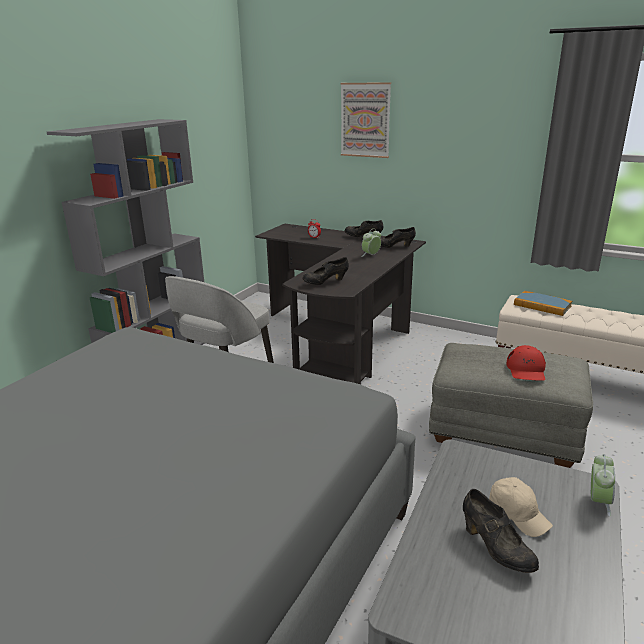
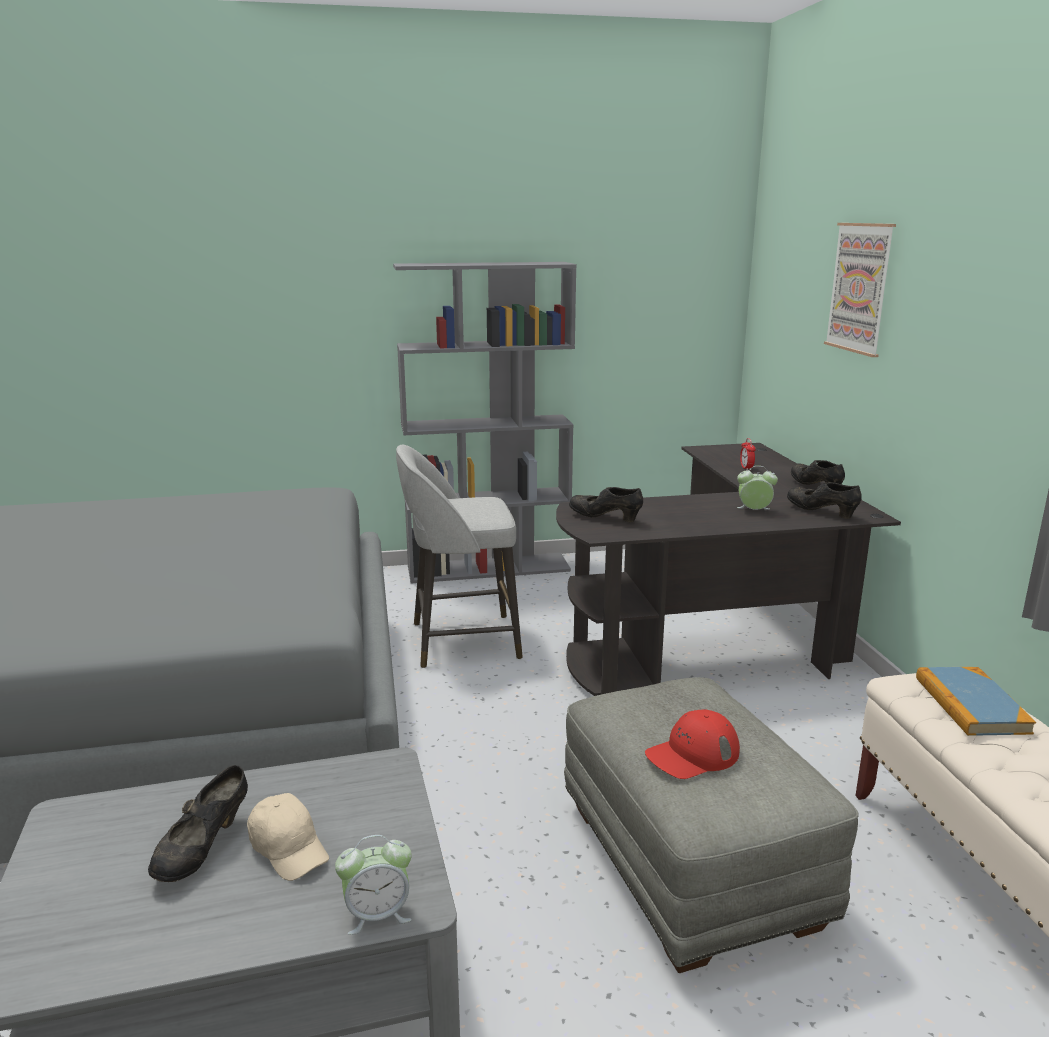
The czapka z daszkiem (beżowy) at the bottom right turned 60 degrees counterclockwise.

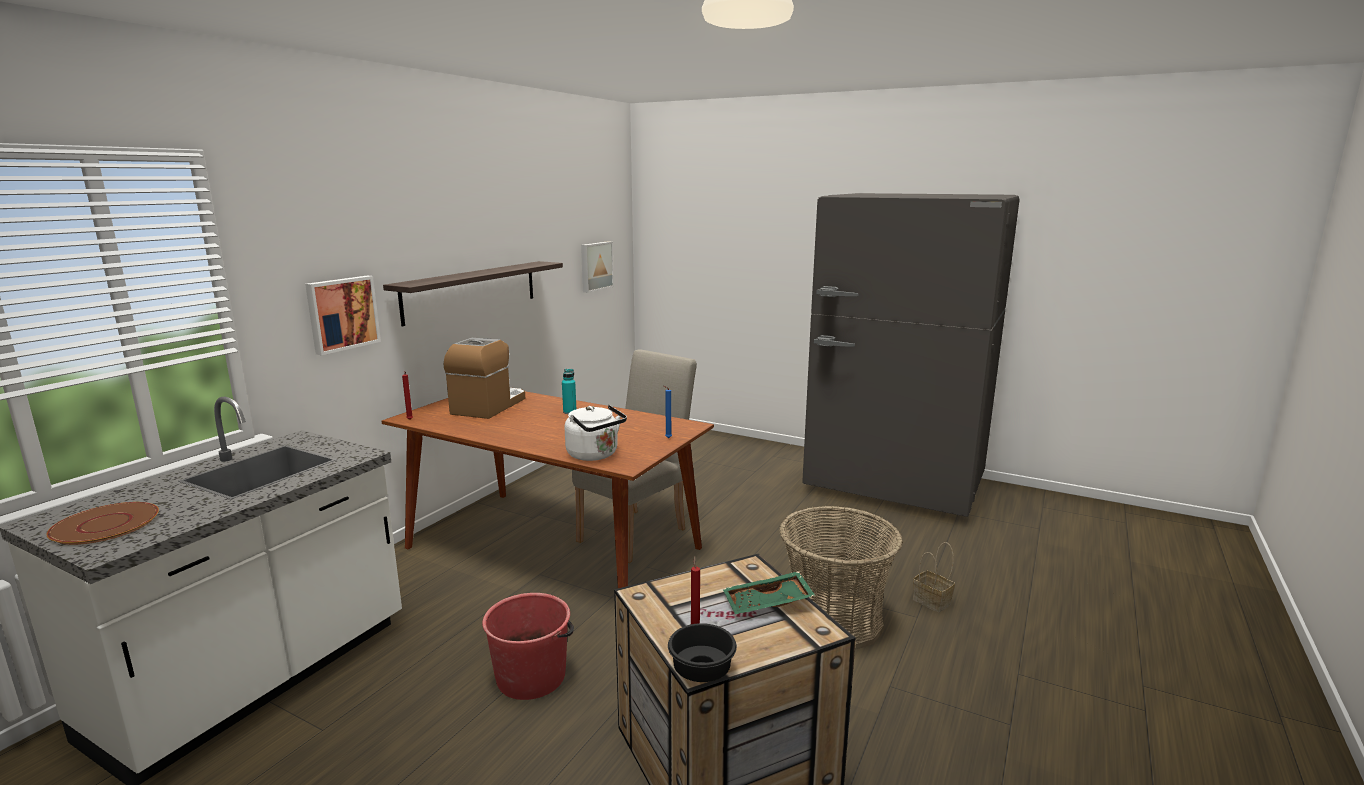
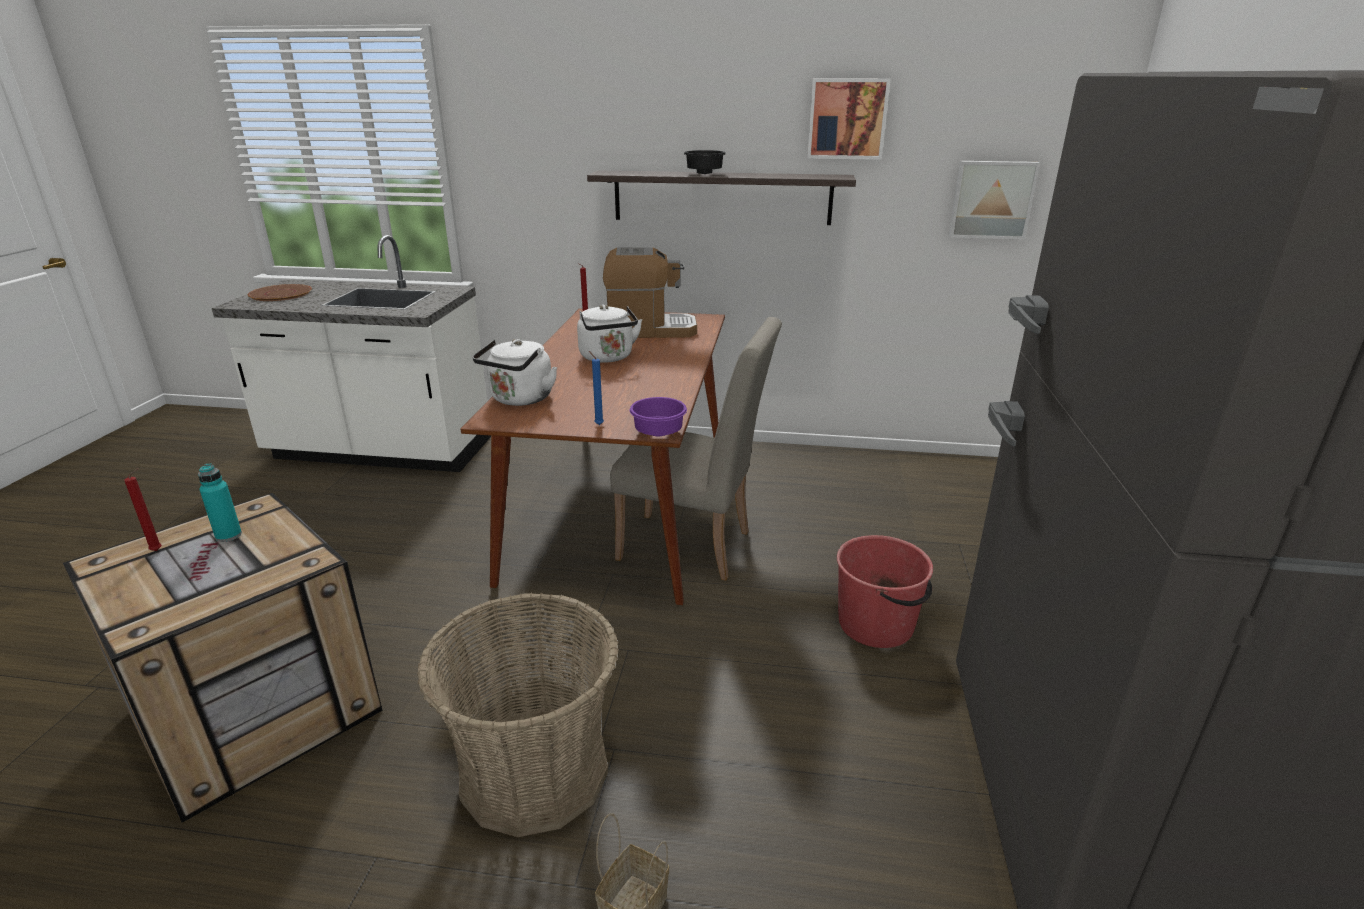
The butelka (turkusowy) moved from the centre to the middle left. The czajnik (biały) (2nd from left) at the centre appeared. The miska (fioletowy) at the centre appeared. The miska (czarny) moved from the bottom centre to the top centre. The obraz (1st from left) moved from the middle left to the top centre. The wiadro (czerwony) moved from the bottom centre to the centre. The taca (zielony) at the bottom centre disappeared.

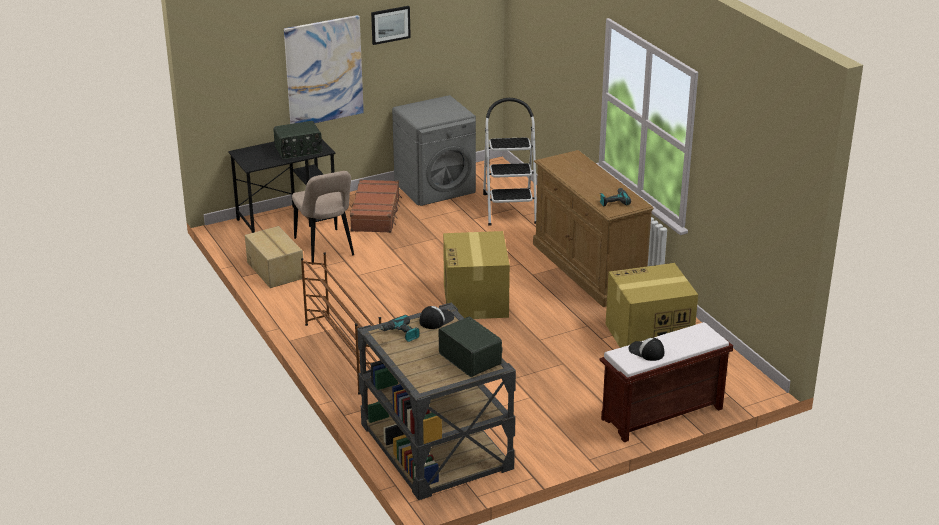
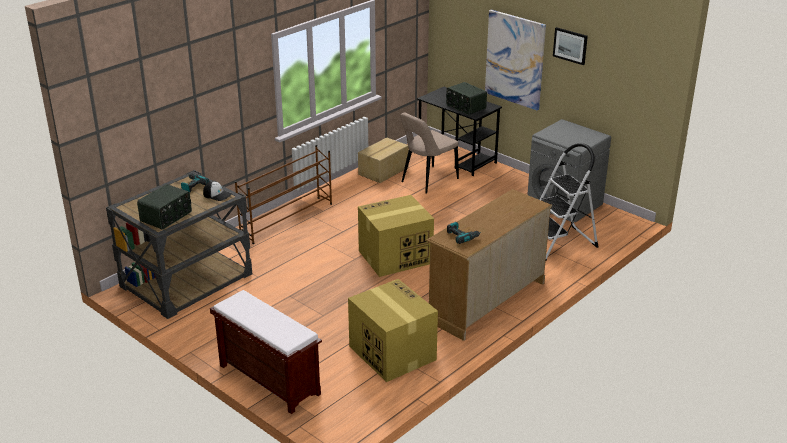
The walizka (brązowy) at the centre disappeared. The czapka z daszkiem (2nd from left) at the middle right disappeared.

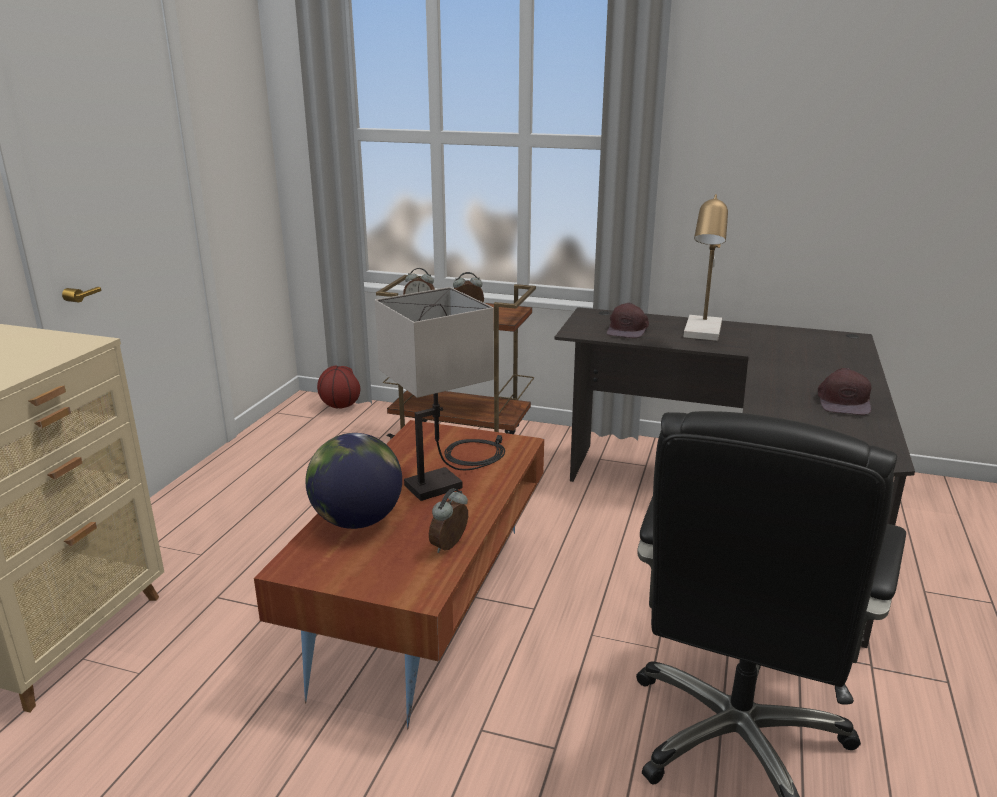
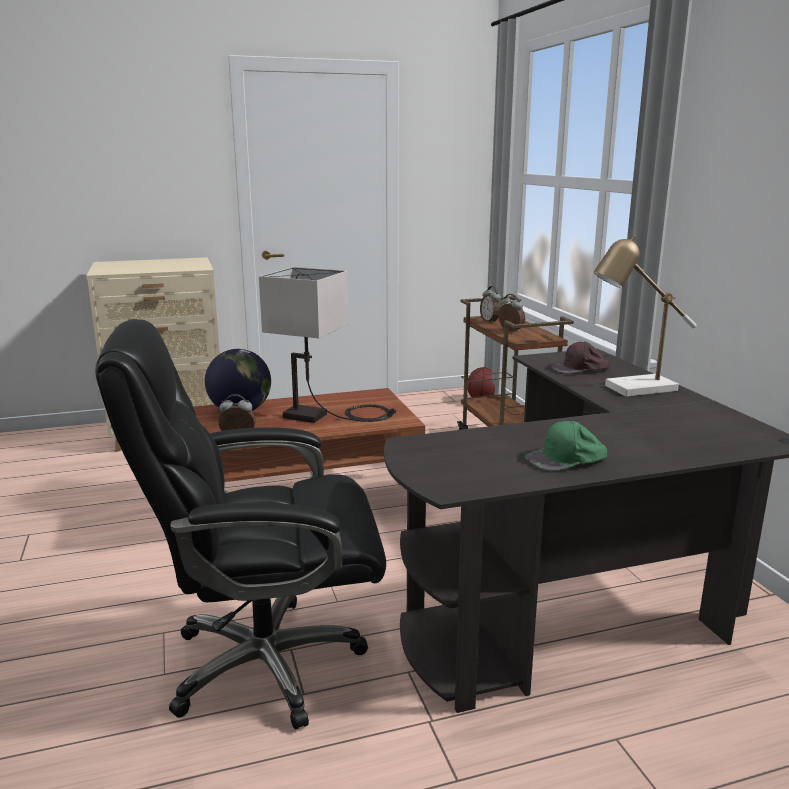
The czapka z daszkiem (brązowy) (2nd from left) at the middle right became the czapka z daszkiem (zielony) at the middle right.

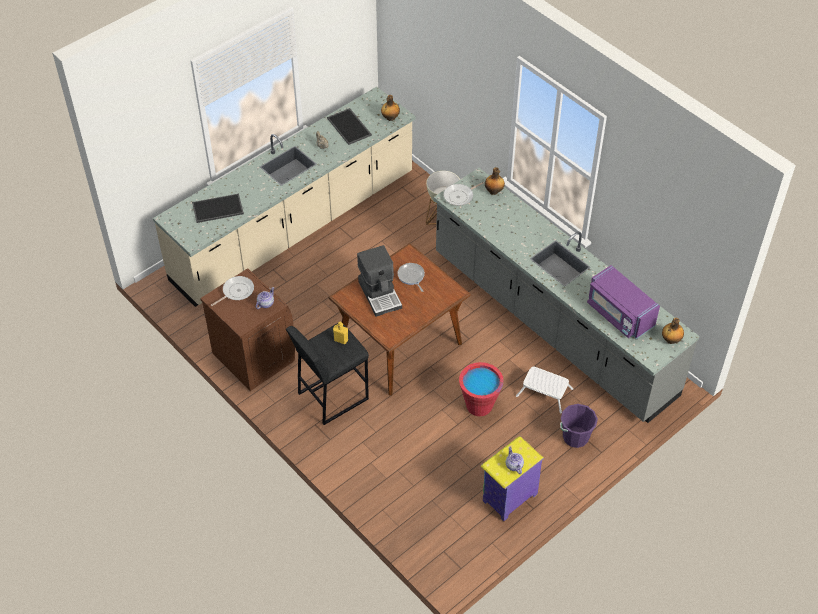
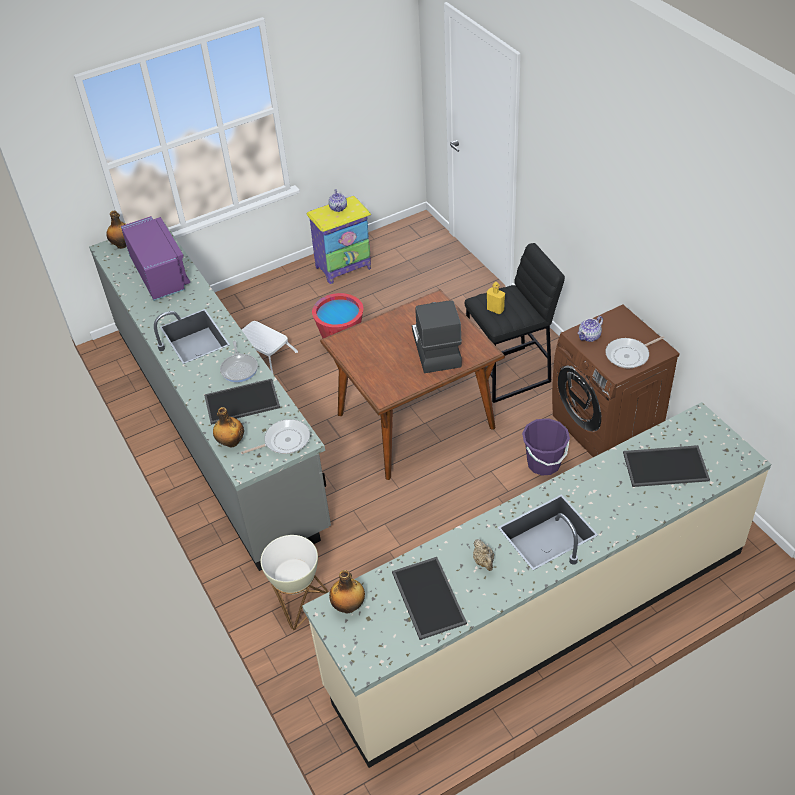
The taca (1st from left) at the middle left appeared. The patelnia (2nd from left in the first image) moved from the centre to the middle left. The wiadro (fioletowy) moved from the bottom right to the middle right.

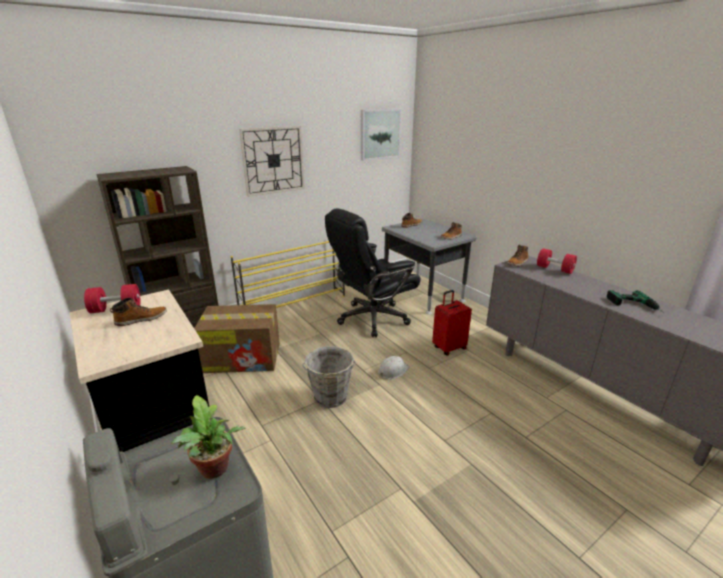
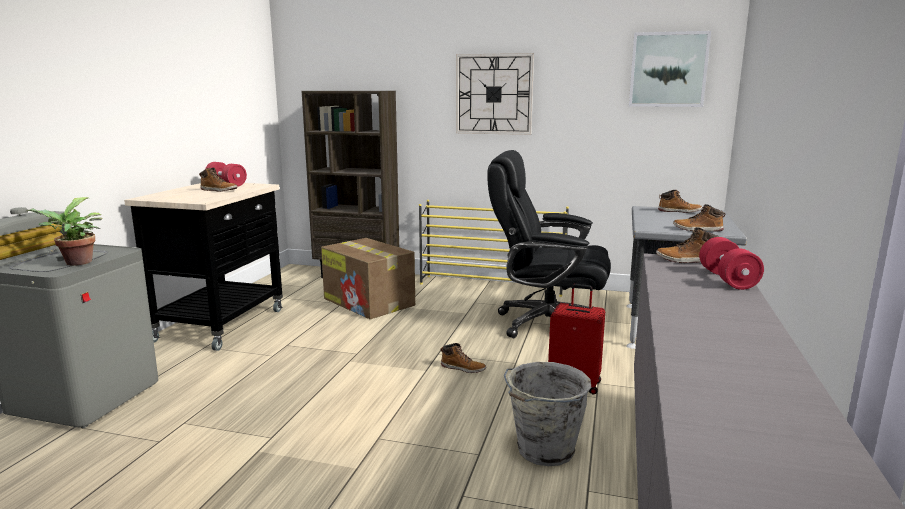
The kask (biały) at the centre was replaced by the but z cholewką (2nd from left) at the bottom centre. The wiadro (szary) moved from the centre to the bottom centre. The wiertarka at the middle right disappeared.

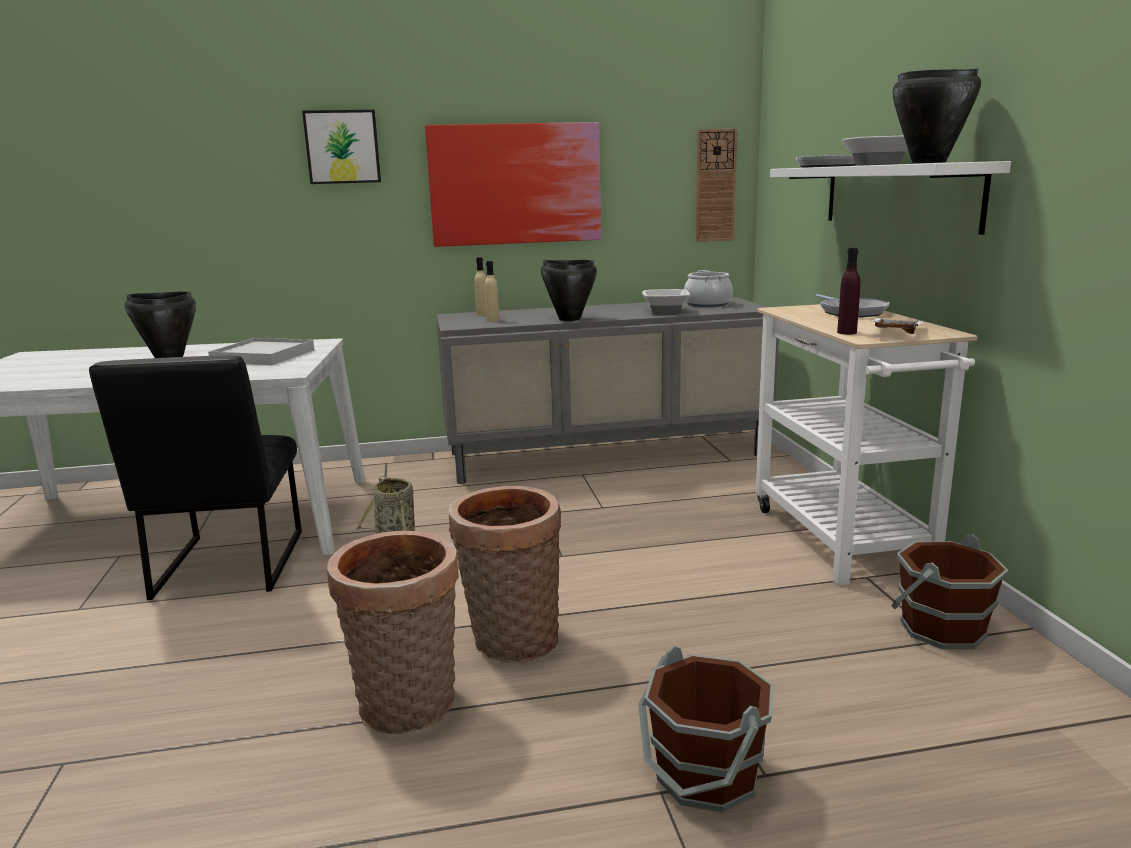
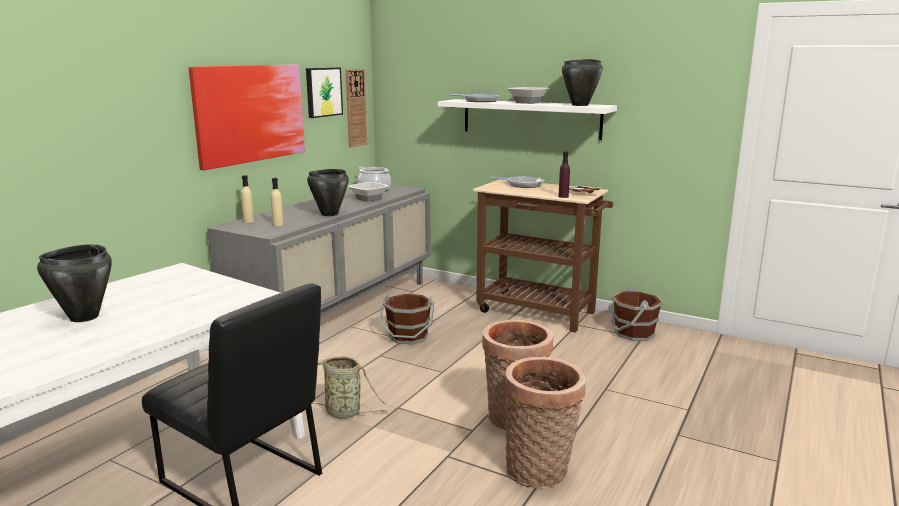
The obraz (1st from left in the first image) moved from the top left to the top centre. The wiadro (brązowy) (1st from left) moved from the bottom centre to the centre. The wózek (biały) at the middle right became the wózek (brązowy) at the centre. The taca (biały) (1st from left) at the middle left disappeared.

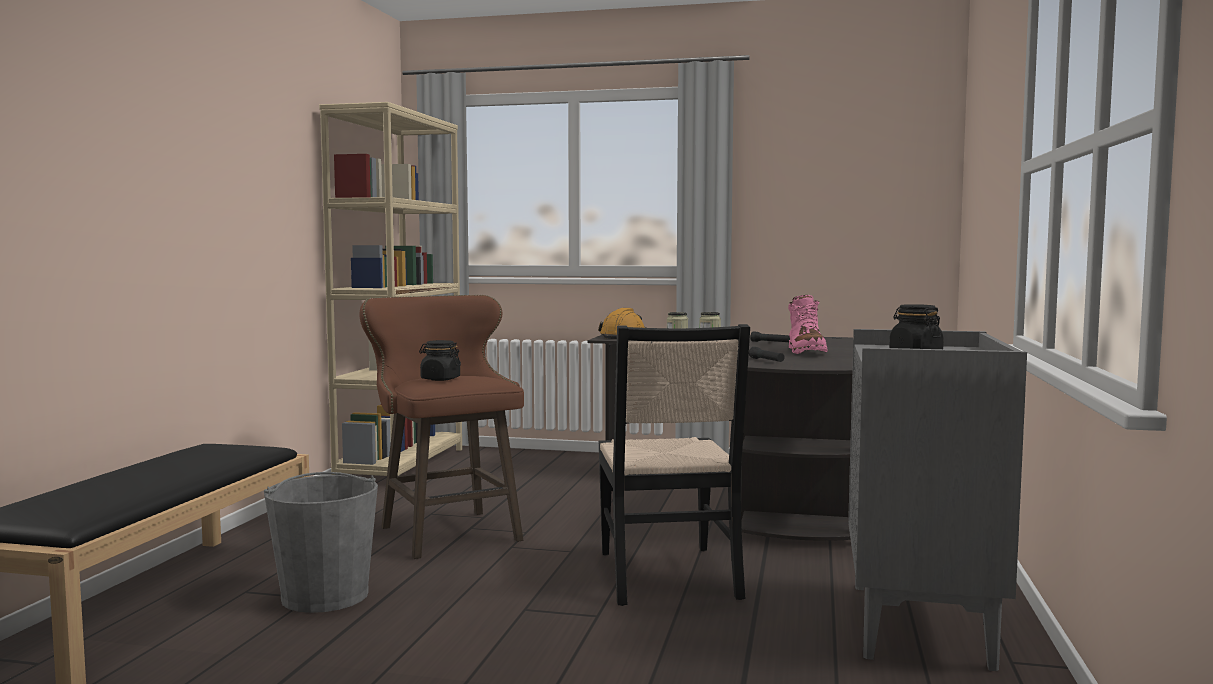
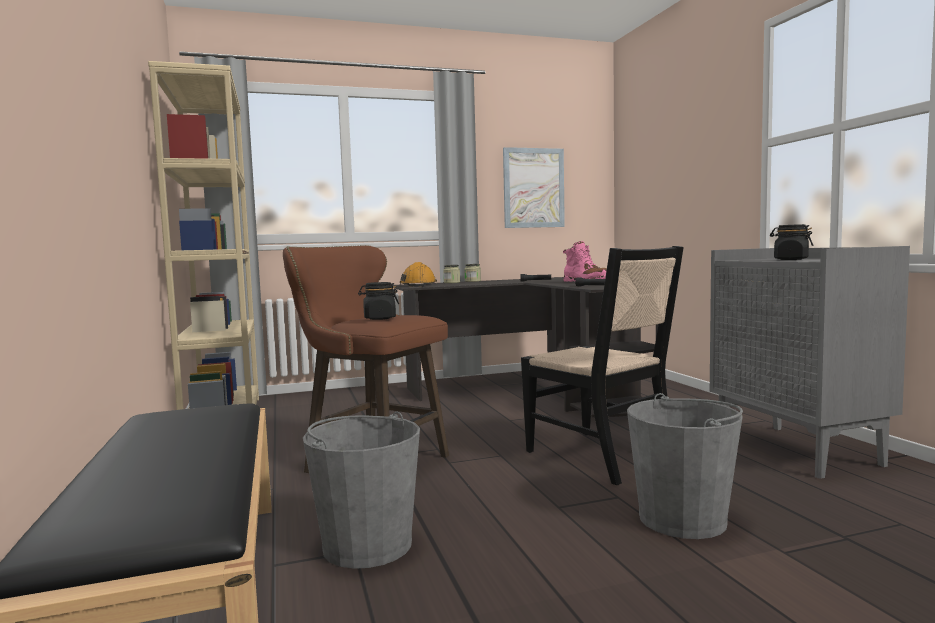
The obraz at the top centre appeared. The wiadro (szary) (2nd from left) at the bottom right appeared.

